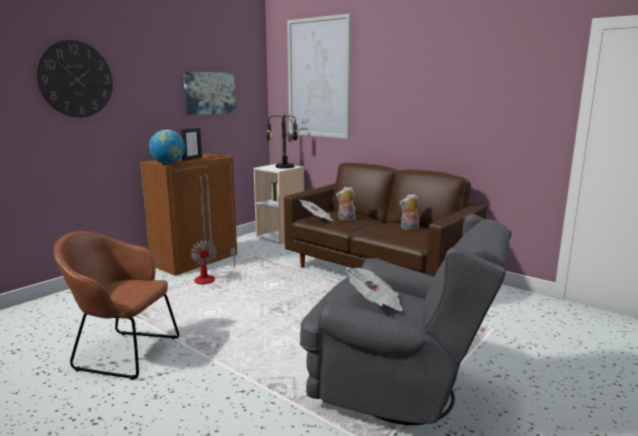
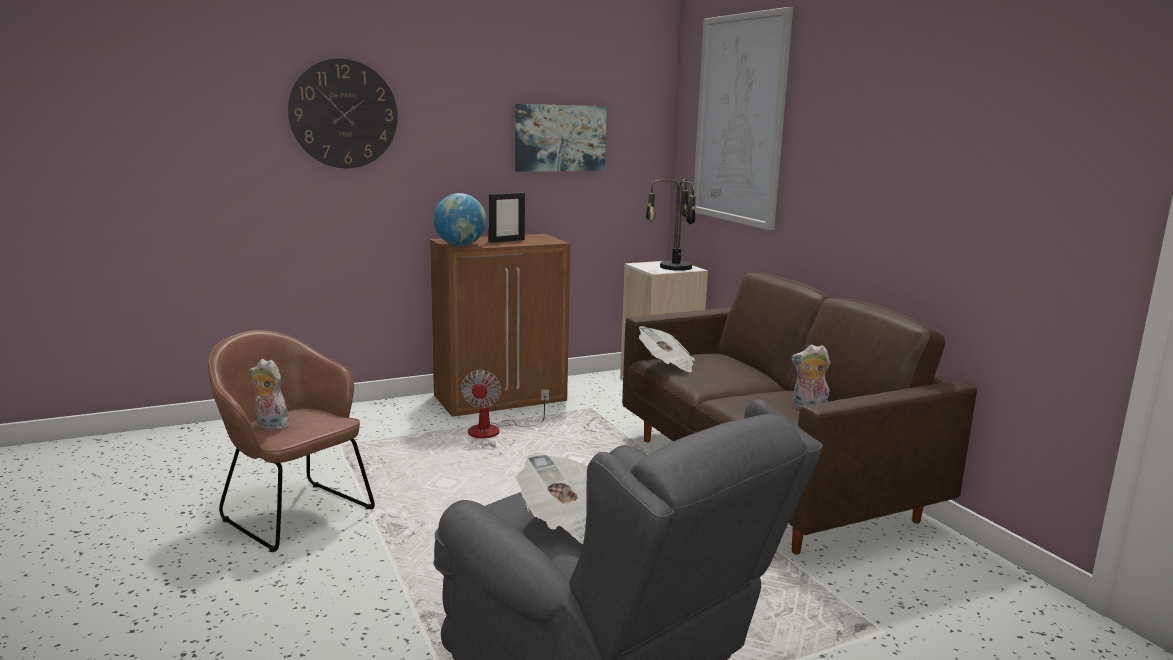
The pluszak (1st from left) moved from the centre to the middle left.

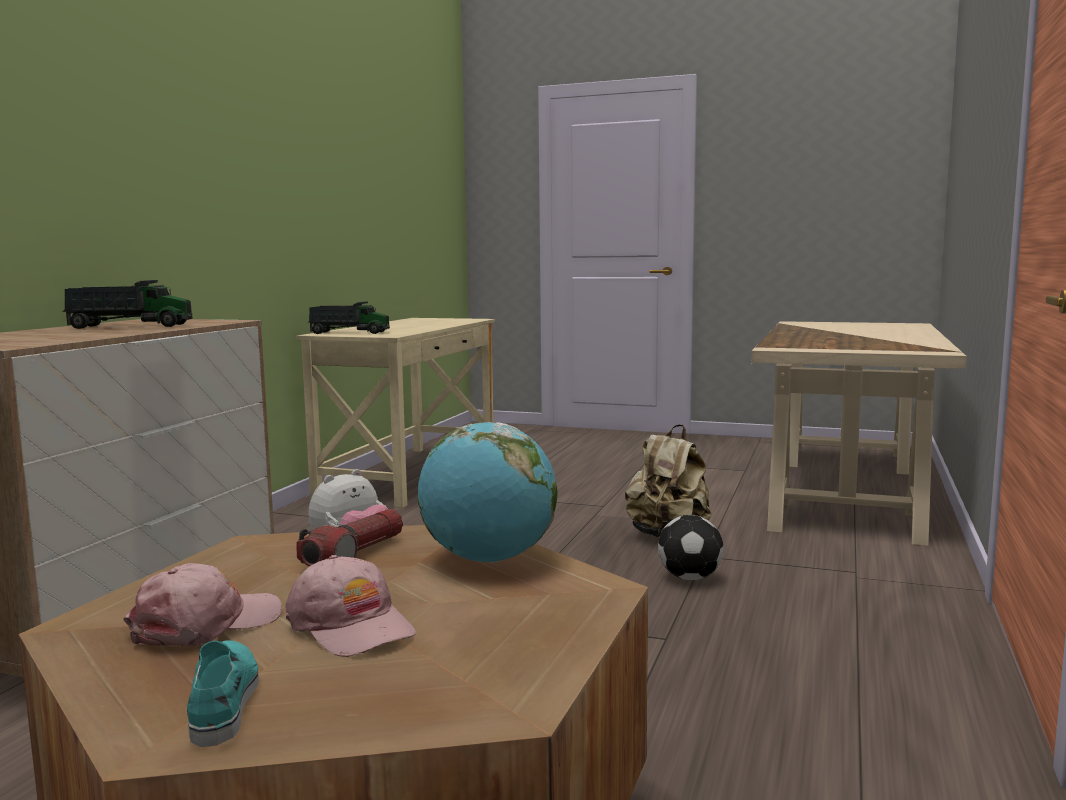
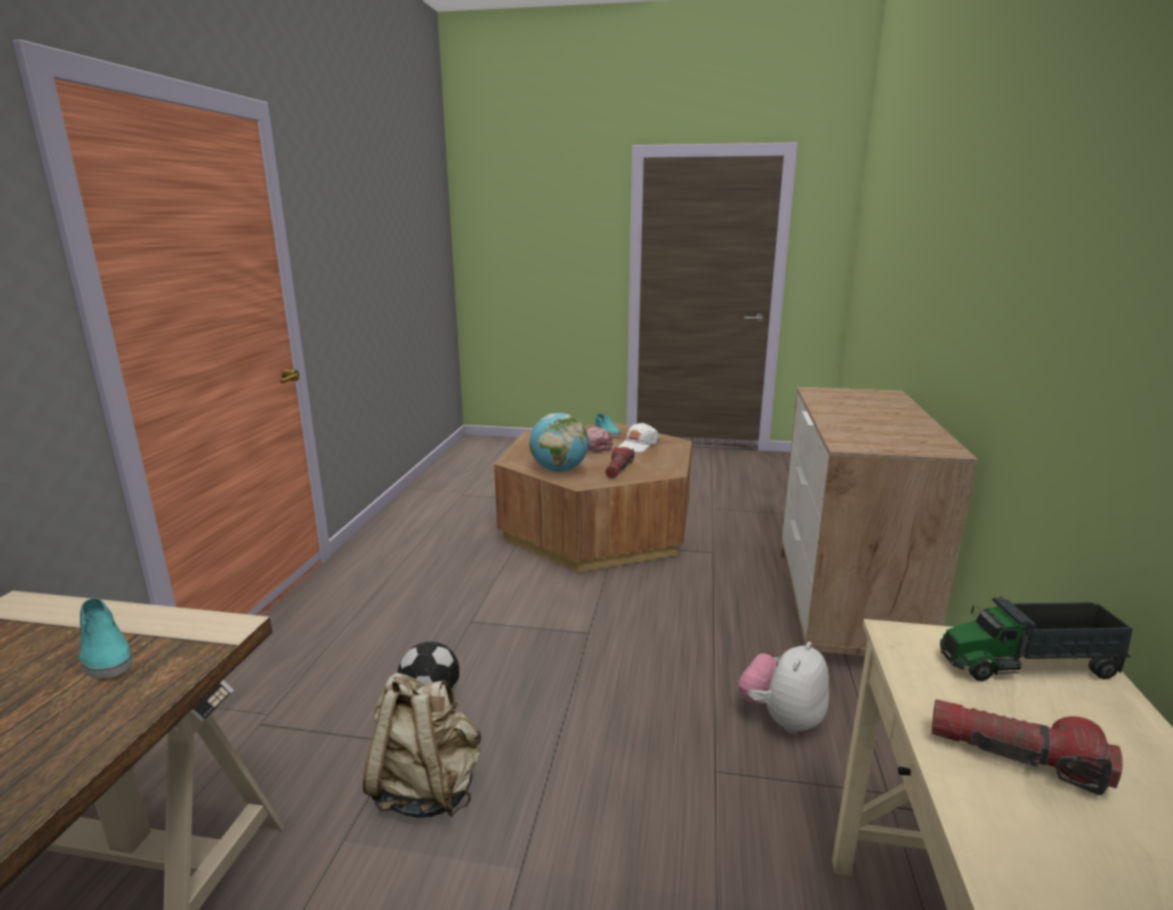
The but (turkusowy) (1st from left) at the bottom left appeared. The czapka z daszkiem (różowy) (1st from left) at the bottom left became the czapka z daszkiem (biały) at the centre. The latarka (2nd from left) at the bottom right appeared. The ciężarówka zabawkowa (1st from left) at the middle left disappeared.

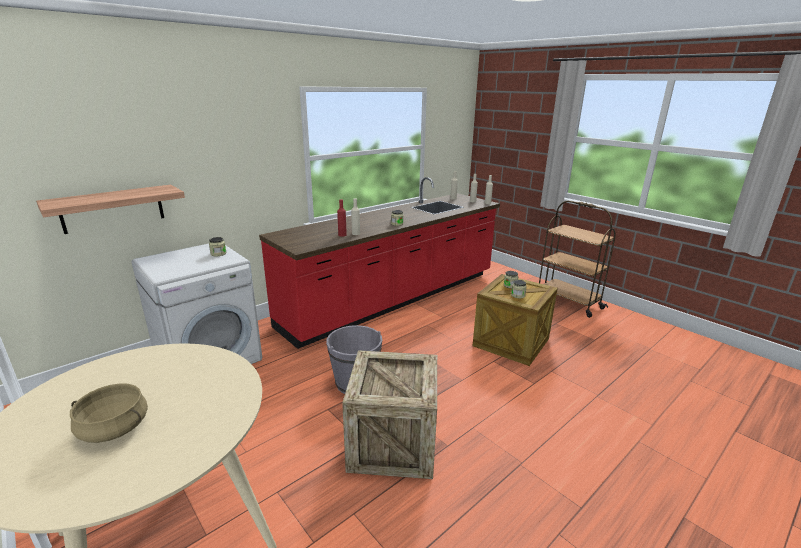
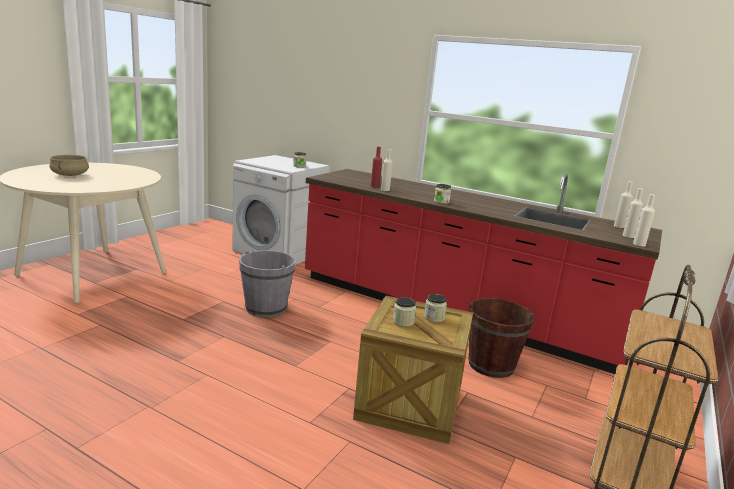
The wiadro (brązowy) at the bottom right appeared. The półka at the middle left disappeared. The skrzynka (1st from left) at the bottom centre disappeared.

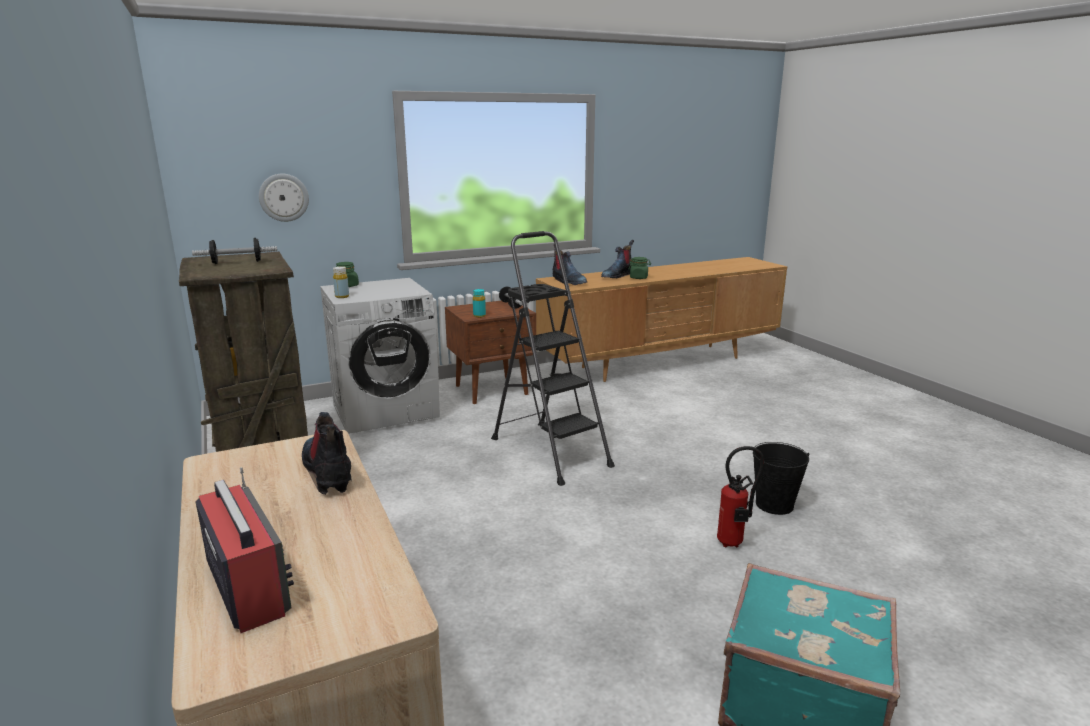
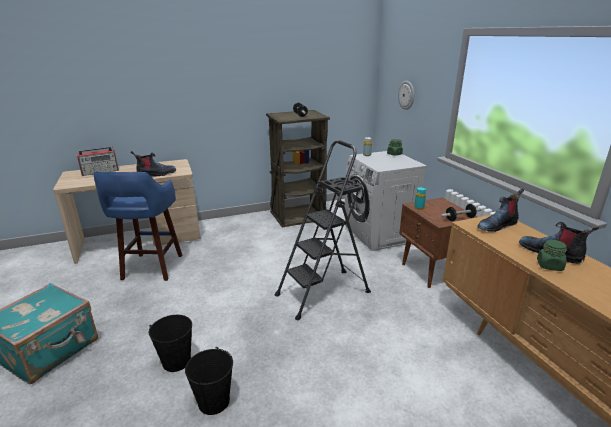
The stołek (niebieski) at the middle left appeared. The gaśnica at the bottom right was replaced by the wiadro (czarny) (1st from left) at the bottom left.

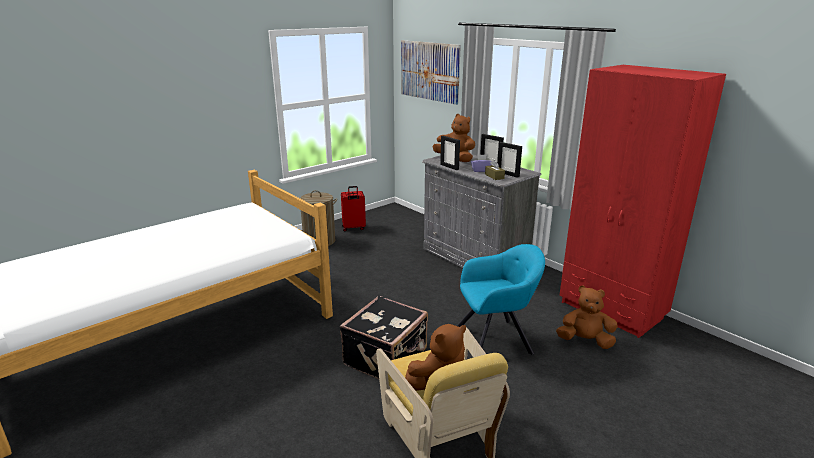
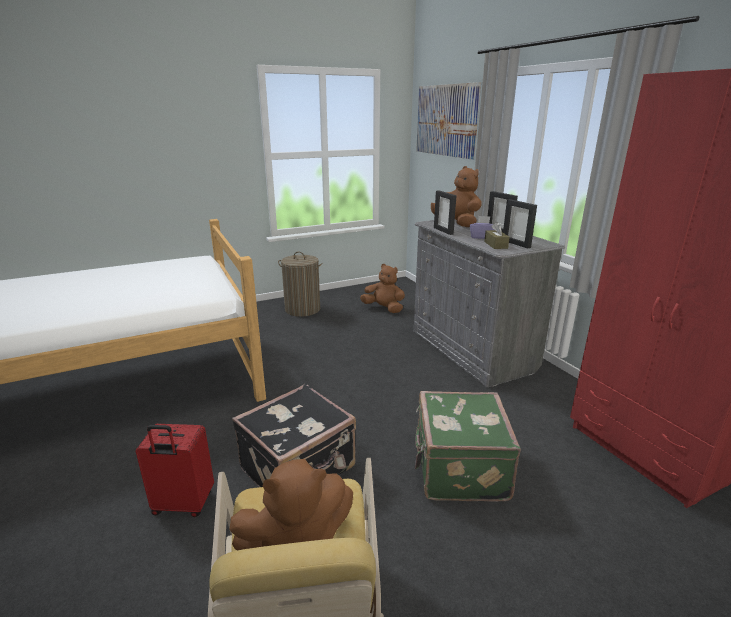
The walizka (czerwony) moved from the centre to the bottom left. The pluszak (brązowy) (3rd from left in the first image) moved from the bottom right to the centre. The fotel (turkusowy) at the centre was replaced by the walizka (zielony) at the bottom centre.

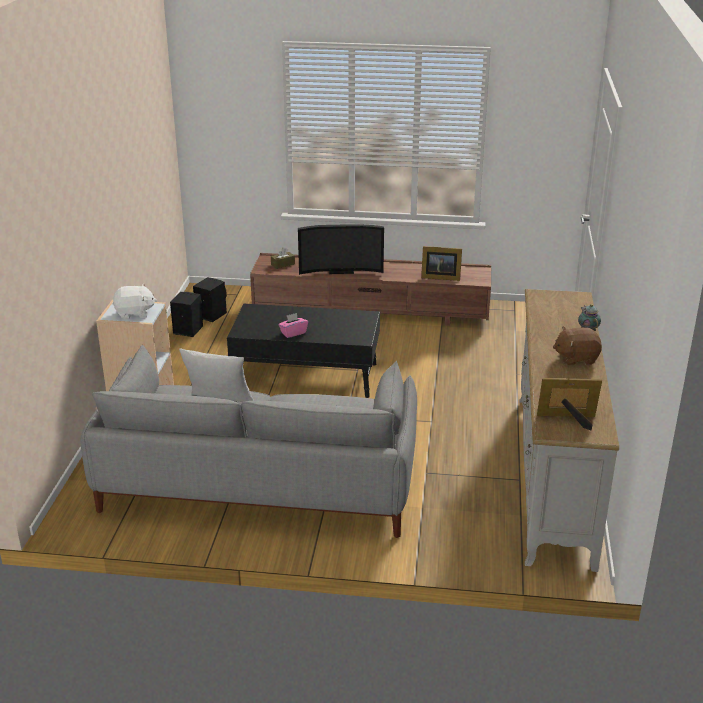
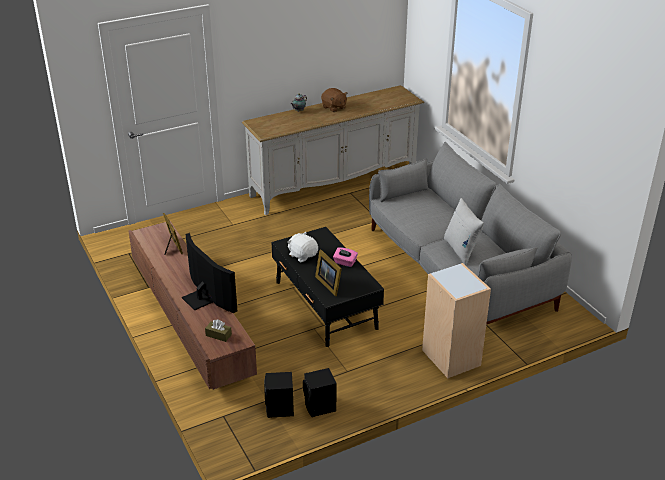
The pluszak (biały) moved from the middle left to the centre. The ramka na zdjęcie (2nd from left) moved from the middle right to the centre.

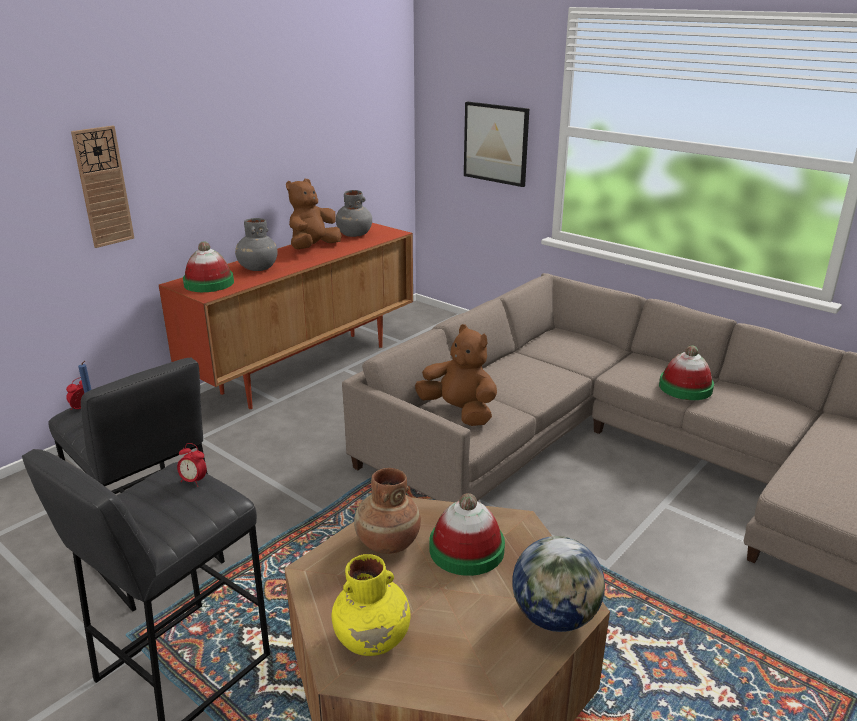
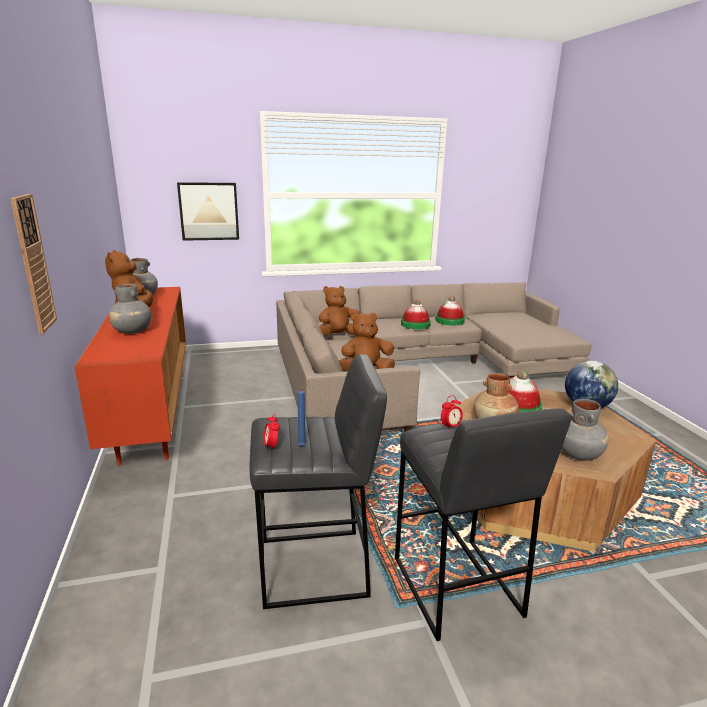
The pluszak (brązowy) (2nd from left) at the centre appeared. The kapelusz (1st from left in the first image) moved from the middle left to the centre. The wazon (żółty) at the bottom centre became the wazon (szary) (3rd from left) at the middle right.

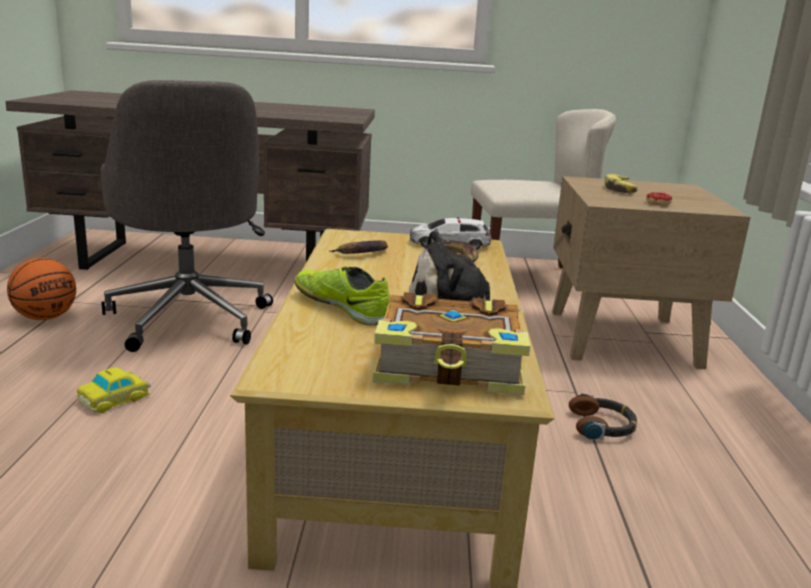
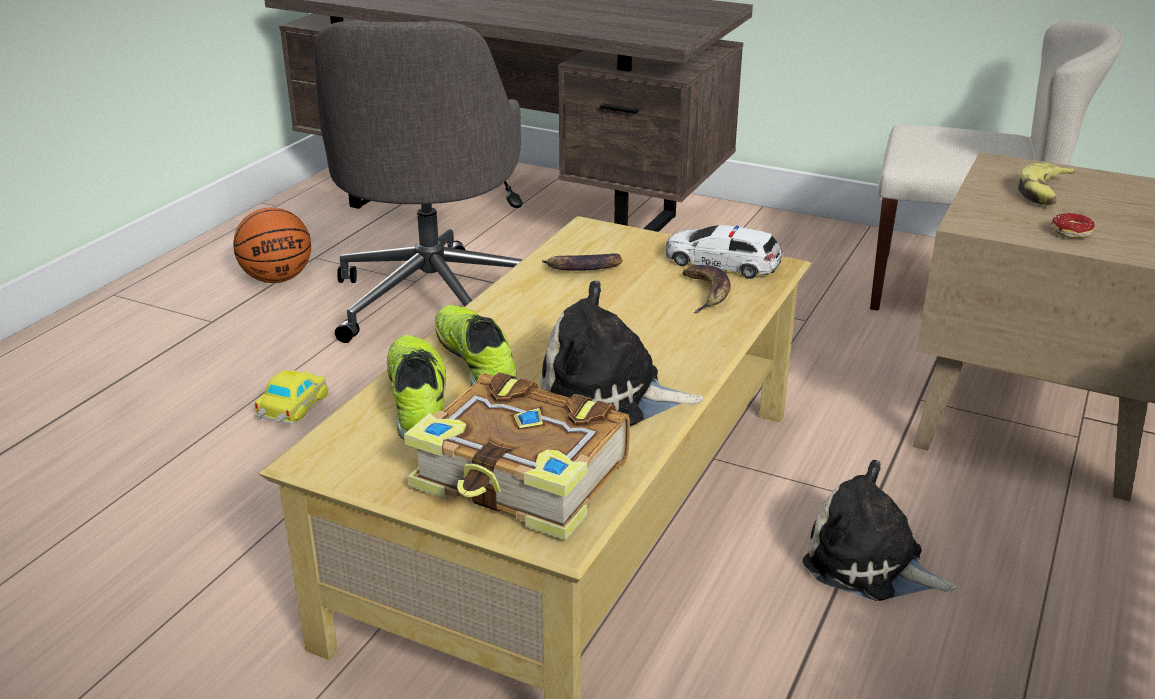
The samochodzik (1st from left) at the middle left turned 135 degrees clockwise. The but (1st from left) at the centre appeared. The słuchawki at the bottom right was replaced by the pluszak (2nd from left) at the bottom right.

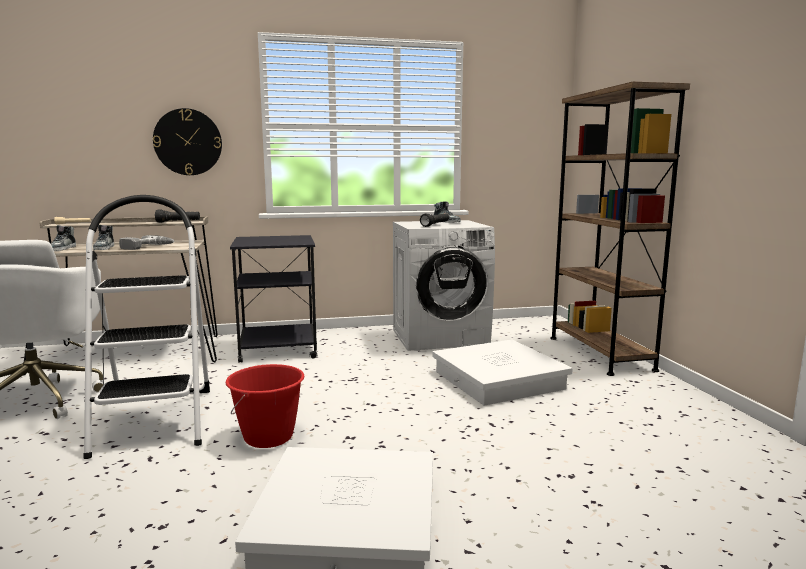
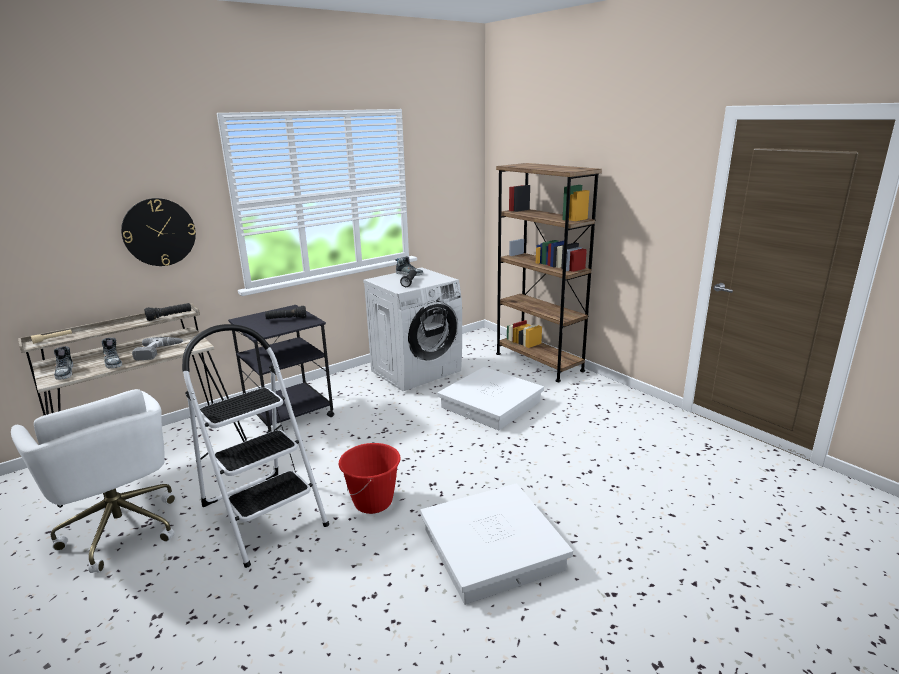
The latarka (czarny) (2nd from left) at the middle left appeared.

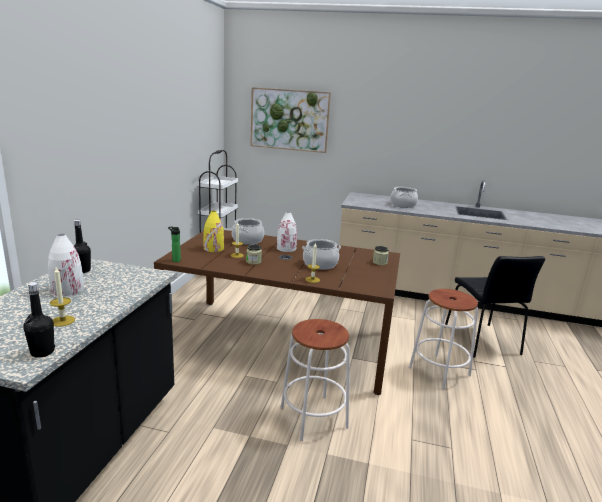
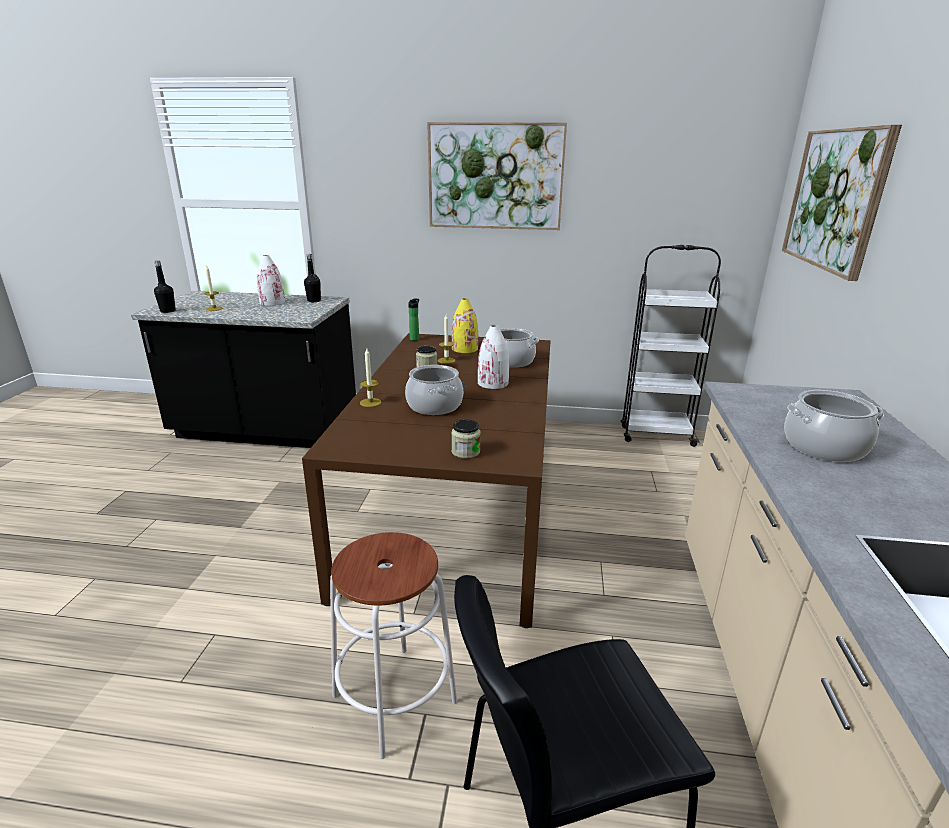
The obraz (1st from left) at the top centre appeared. The stołek (biały) (1st from left) at the bottom centre disappeared.

